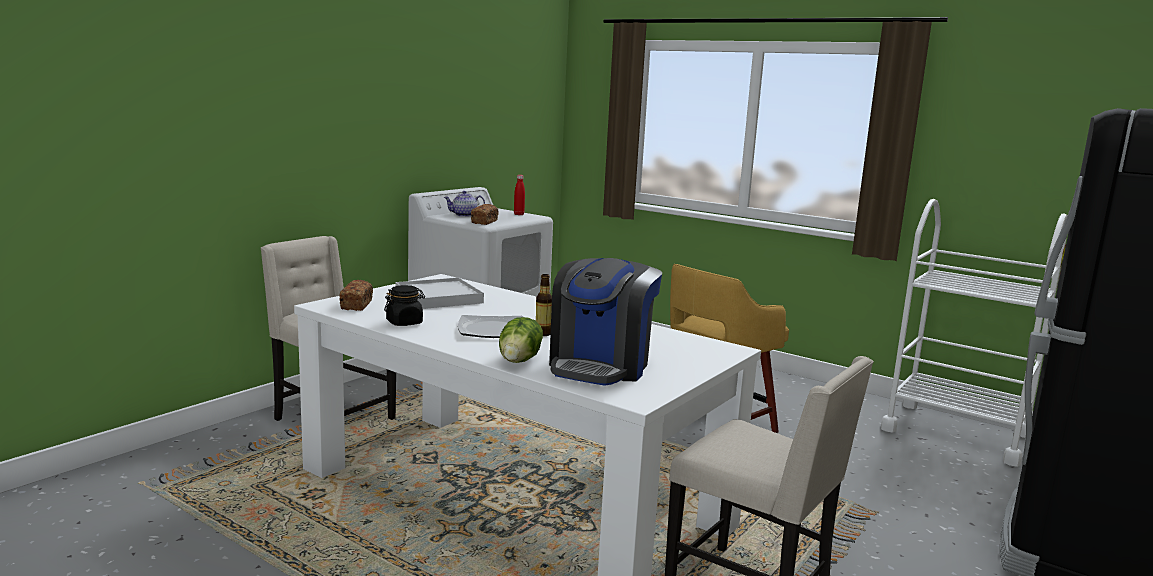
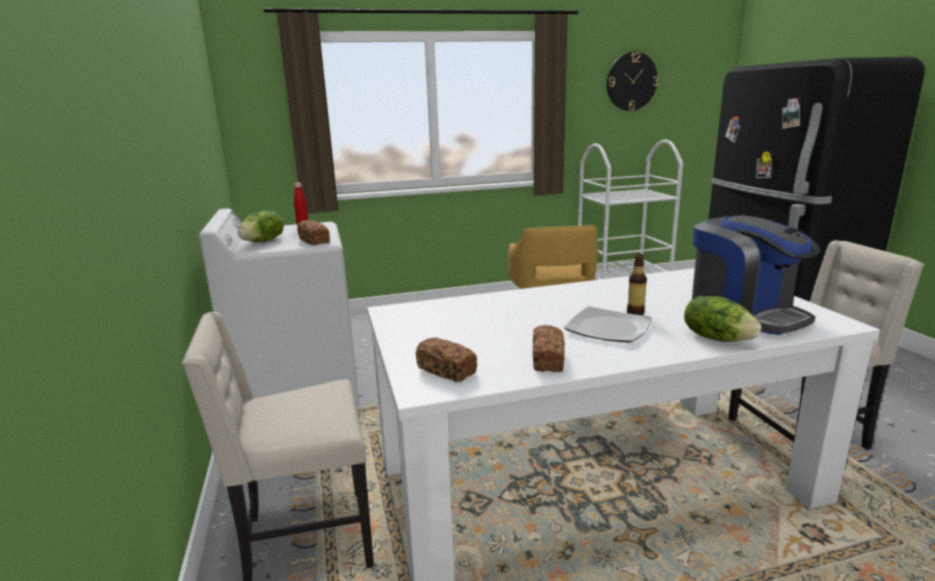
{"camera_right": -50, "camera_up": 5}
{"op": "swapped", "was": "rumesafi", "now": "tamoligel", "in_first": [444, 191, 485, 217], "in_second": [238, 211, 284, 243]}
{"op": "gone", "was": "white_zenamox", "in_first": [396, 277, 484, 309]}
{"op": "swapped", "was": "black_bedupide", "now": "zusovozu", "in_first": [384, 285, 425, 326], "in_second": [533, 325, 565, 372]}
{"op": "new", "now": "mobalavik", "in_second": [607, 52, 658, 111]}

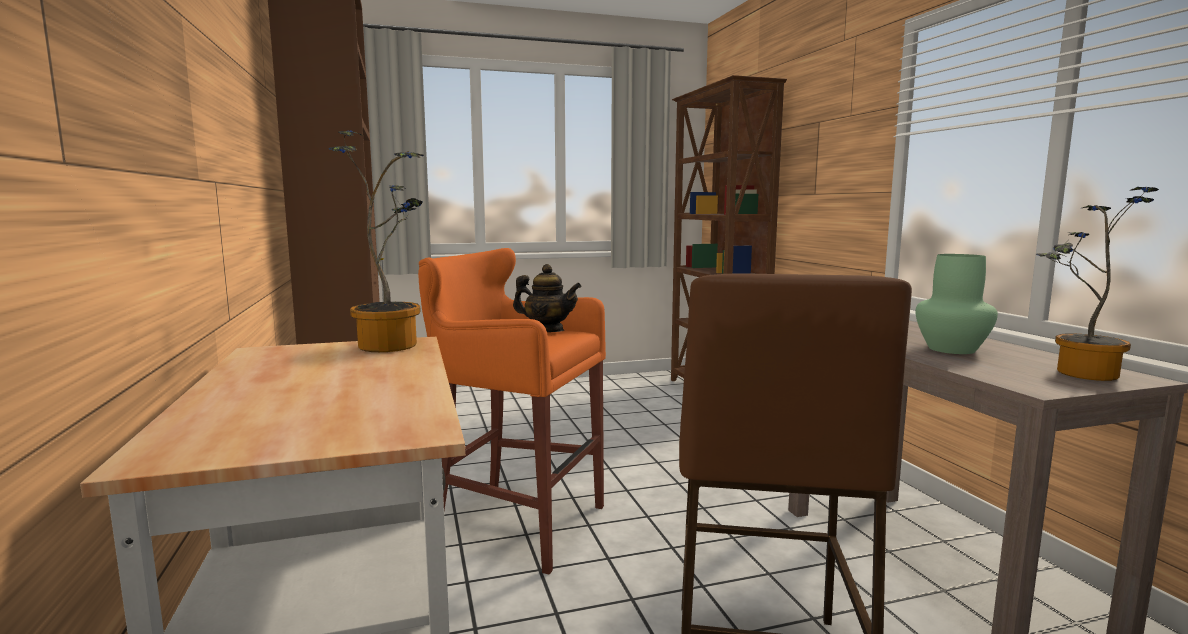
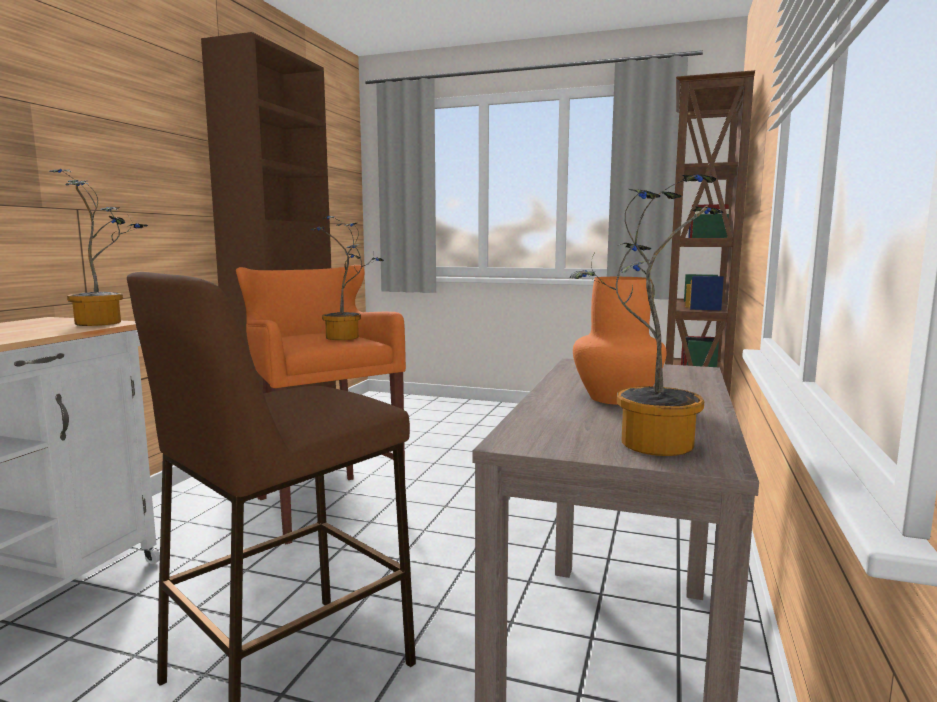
{"camera_right": 35, "camera_up": 0}
{"op": "repainted", "was": "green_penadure", "now": "orange_penadure", "in_first": [915, 254, 998, 354], "in_second": [573, 277, 667, 405]}
{"op": "swapped", "was": "rumesafi", "now": "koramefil", "in_first": [513, 264, 582, 332], "in_second": [311, 216, 384, 340]}

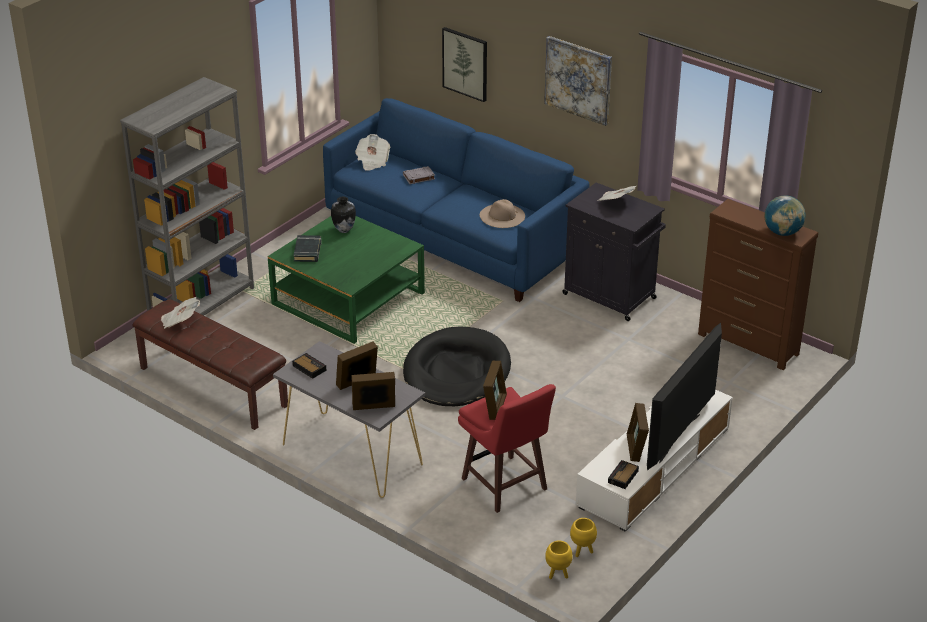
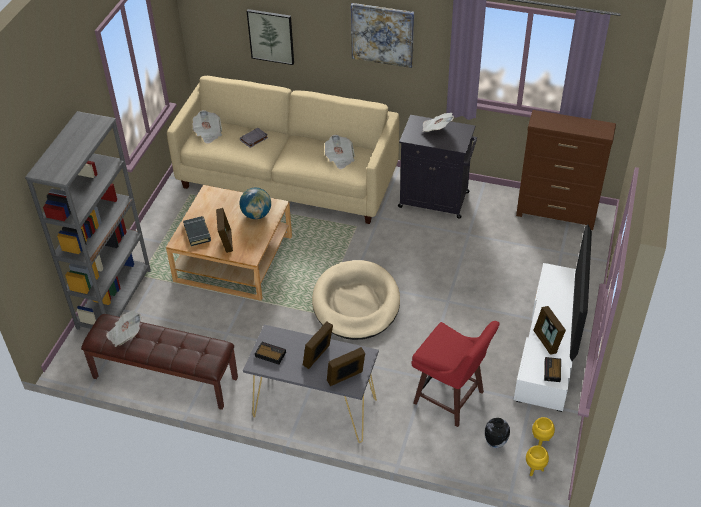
{"camera_right": -20, "camera_up": 10}
{"op": "repainted", "was": "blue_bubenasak", "now": "beige_bubenasak", "in_first": [323, 98, 589, 302], "in_second": [167, 76, 399, 224]}
{"op": "shifted", "was": "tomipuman", "in_first": [765, 195, 805, 236], "in_second": [239, 188, 271, 219]}
{"op": "shifted", "was": "penadure", "in_first": [331, 197, 356, 233], "in_second": [485, 418, 510, 448]}
{"op": "swapped", "was": "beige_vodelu", "now": "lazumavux", "in_first": [480, 199, 525, 228], "in_second": [325, 135, 355, 169]}
{"op": "repainted", "was": "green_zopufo", "now": "beige_zopufo", "in_first": [268, 216, 425, 344], "in_second": [166, 185, 292, 301]}
{"op": "repainted", "was": "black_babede", "now": "beige_babede", "in_first": [403, 326, 511, 406], "in_second": [312, 260, 400, 340]}
{"op": "shifted", "was": "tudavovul", "in_first": [483, 361, 507, 420], "in_second": [216, 208, 233, 253]}

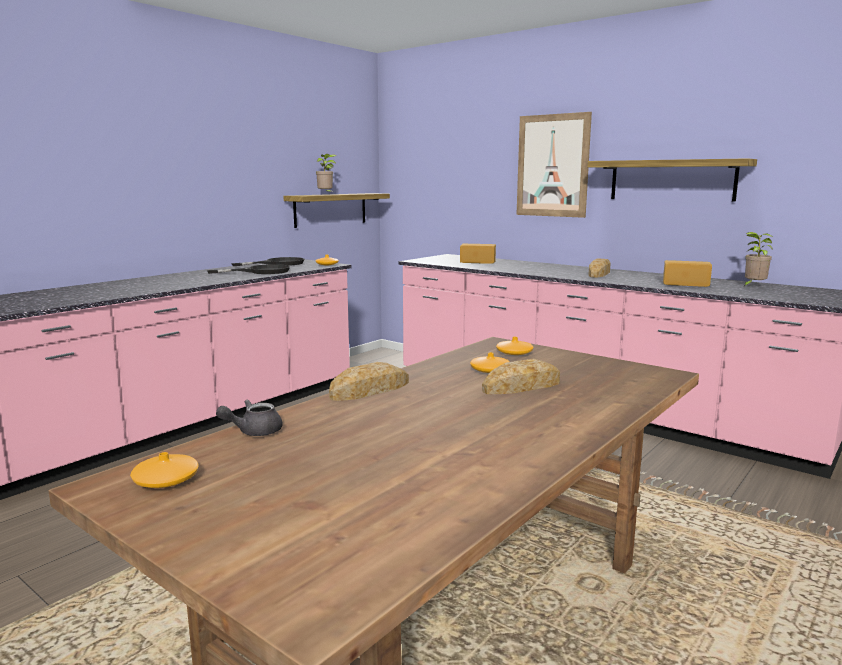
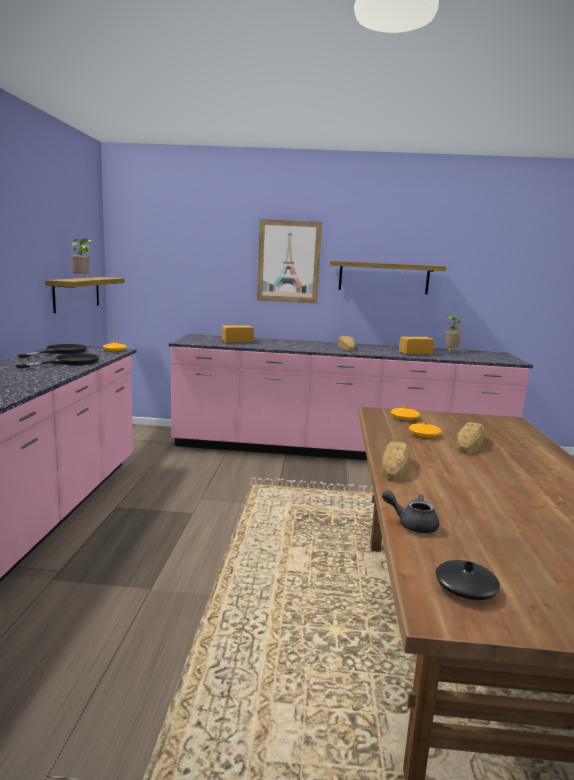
{"camera_right": -35, "camera_up": 0}
{"op": "rotated", "was": "grey_rumesafi", "in_first": [216, 400, 283, 436], "in_second": [382, 490, 439, 533], "clockwise": 90}
{"op": "repainted", "was": "orange_penadure", "now": "black_penadure", "in_first": [130, 452, 199, 488], "in_second": [436, 560, 500, 600]}

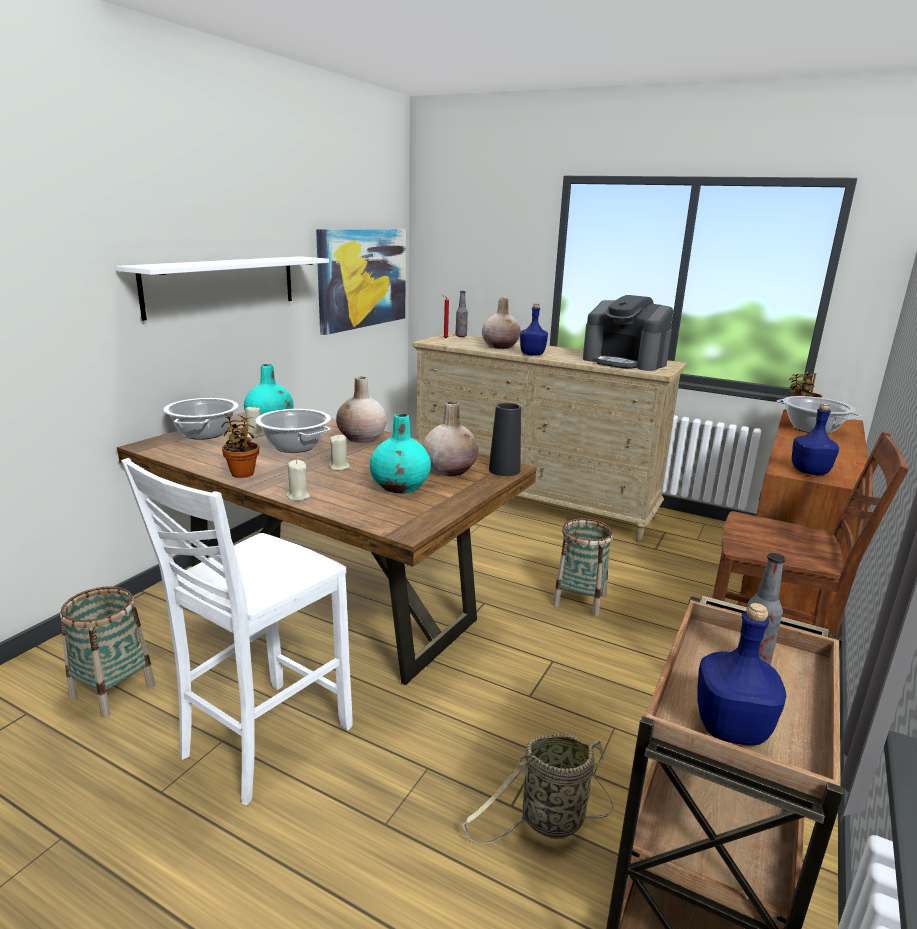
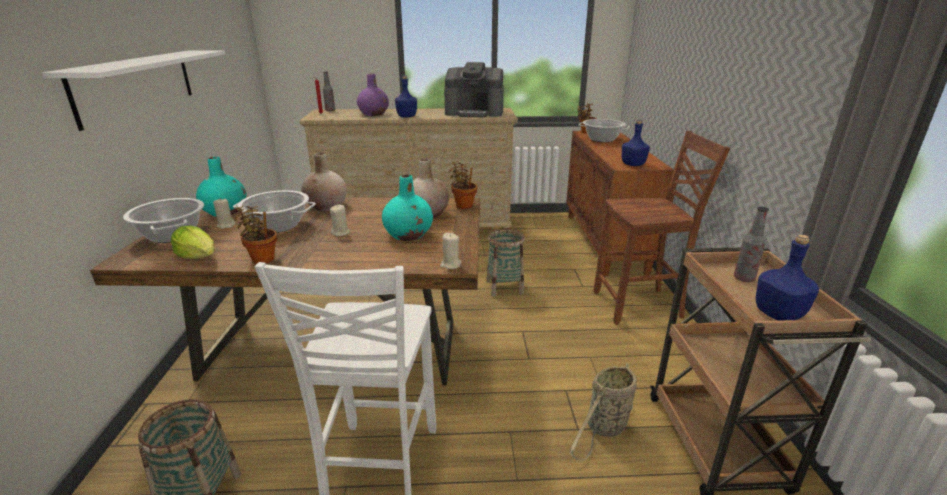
{"camera_right": -30, "camera_up": 5}
{"op": "gone", "was": "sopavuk", "in_first": [316, 229, 406, 335]}
{"op": "repainted", "was": "beige_penadure", "now": "purple_penadure", "in_first": [482, 298, 521, 349], "in_second": [357, 74, 389, 116]}
{"op": "swapped", "was": "black_penadure", "now": "koramefil", "in_first": [489, 403, 521, 476], "in_second": [449, 161, 477, 209]}
{"op": "shifted", "was": "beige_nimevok", "in_first": [286, 460, 310, 501], "in_second": [440, 233, 462, 269]}
{"op": "new", "now": "tamoligel", "in_second": [171, 225, 214, 259]}

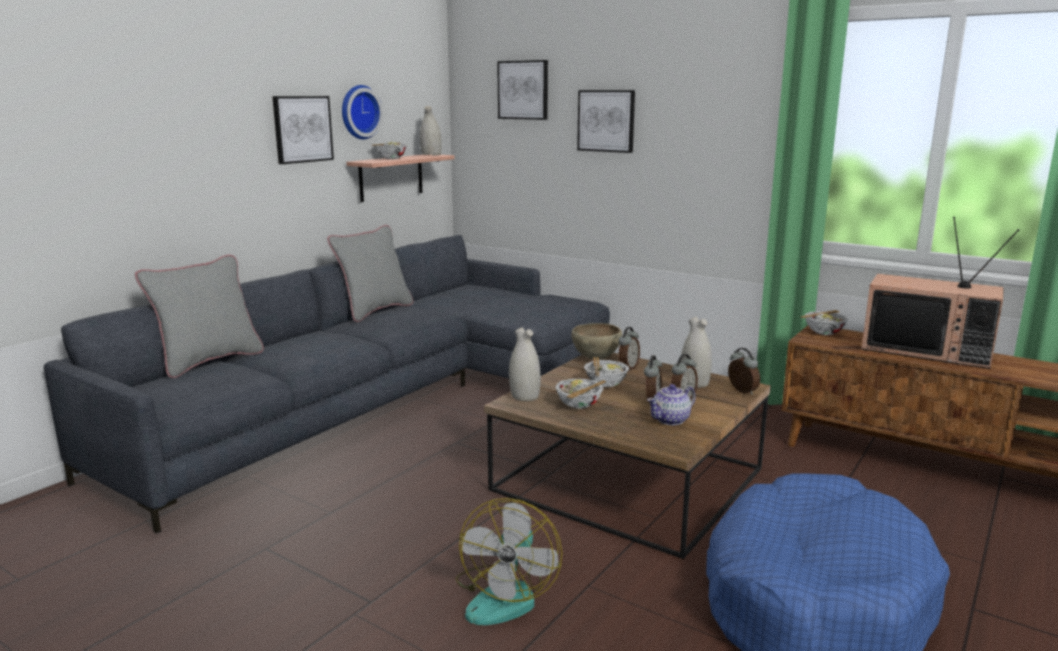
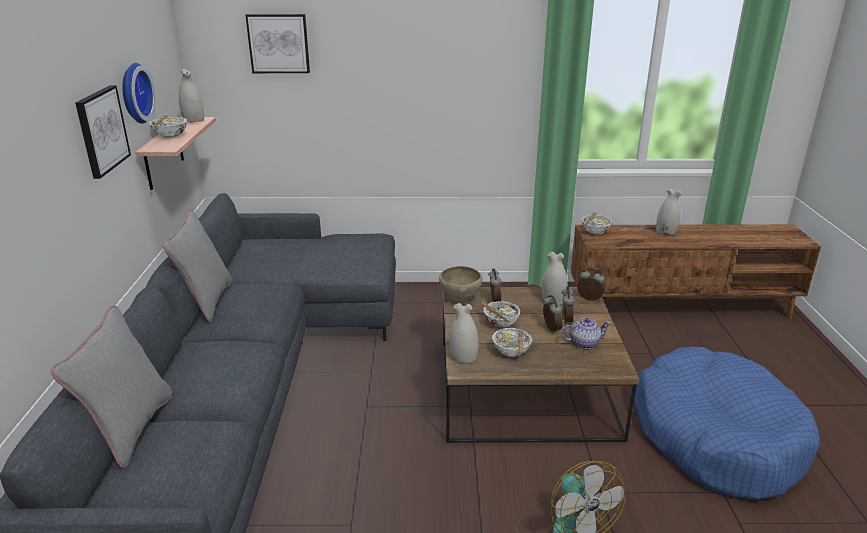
{"camera_right": -35, "camera_up": 10}
{"op": "gone", "was": "sopavuk", "in_first": [577, 90, 635, 153]}
{"op": "swapped", "was": "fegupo", "now": "white_penadure", "in_first": [861, 217, 1019, 369], "in_second": [656, 188, 682, 235]}
{"op": "rotated", "was": "rumesafi", "in_first": [647, 384, 696, 425], "in_second": [561, 318, 611, 349], "clockwise": -120}

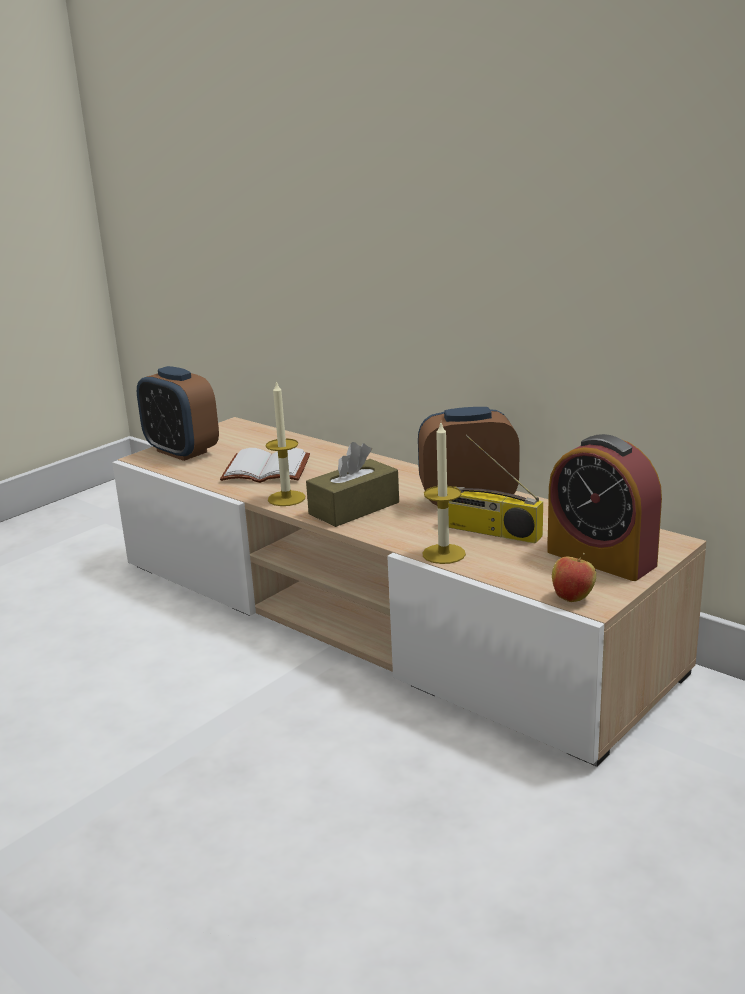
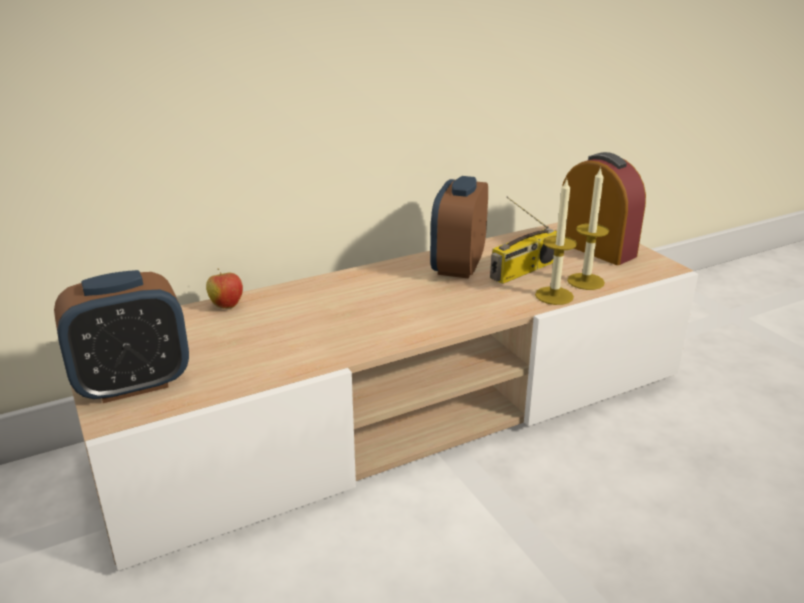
{"camera_right": -70, "camera_up": 5}
{"op": "shifted", "was": "nimevok", "in_first": [266, 380, 305, 506], "in_second": [567, 167, 609, 290]}
{"op": "rotated", "was": "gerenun", "in_first": [547, 434, 662, 581], "in_second": [562, 152, 646, 265], "clockwise": -105}
{"op": "gone", "was": "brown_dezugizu", "in_first": [306, 442, 399, 527]}
{"op": "gone", "was": "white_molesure", "in_first": [220, 448, 310, 483]}
{"op": "shifted", "was": "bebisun", "in_first": [552, 553, 596, 602], "in_second": [206, 269, 243, 309]}

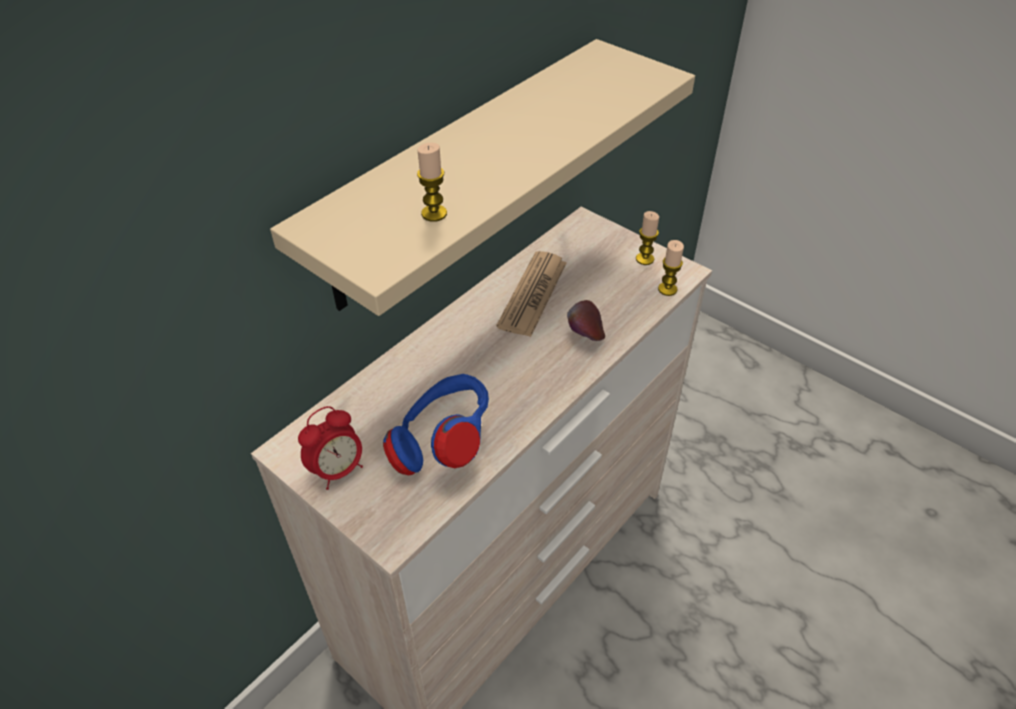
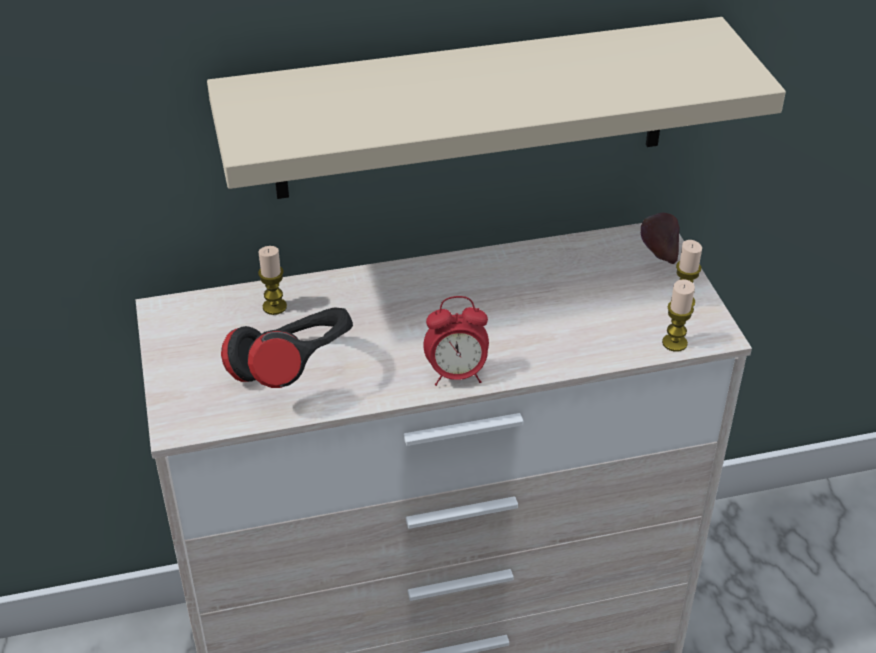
{"camera_right": 35, "camera_up": -5}
{"op": "shifted", "was": "nimevok", "in_first": [417, 143, 447, 222], "in_second": [258, 246, 287, 315]}
{"op": "gone", "was": "lazumavux", "in_first": [496, 251, 567, 337]}
{"op": "shifted", "was": "bebisun", "in_first": [567, 300, 605, 341], "in_second": [641, 213, 679, 264]}
{"op": "repainted", "was": "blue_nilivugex", "now": "black_nilivugex", "in_first": [383, 374, 489, 475], "in_second": [221, 307, 353, 388]}
{"op": "shifted", "was": "gerenun", "in_first": [298, 406, 363, 490], "in_second": [423, 296, 489, 386]}

